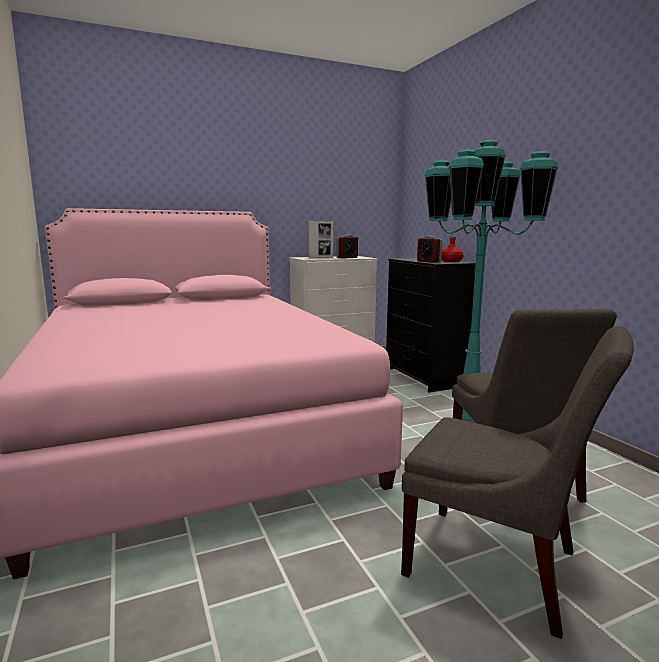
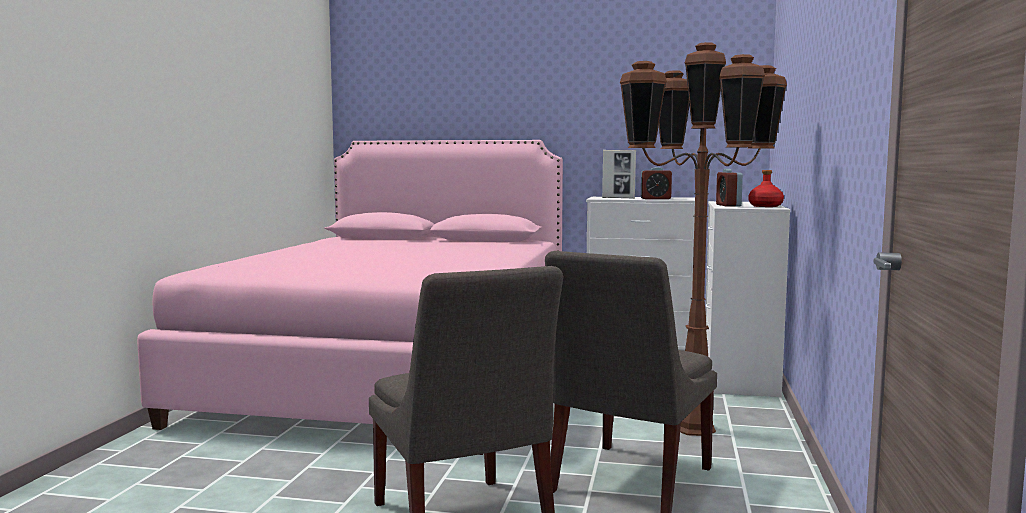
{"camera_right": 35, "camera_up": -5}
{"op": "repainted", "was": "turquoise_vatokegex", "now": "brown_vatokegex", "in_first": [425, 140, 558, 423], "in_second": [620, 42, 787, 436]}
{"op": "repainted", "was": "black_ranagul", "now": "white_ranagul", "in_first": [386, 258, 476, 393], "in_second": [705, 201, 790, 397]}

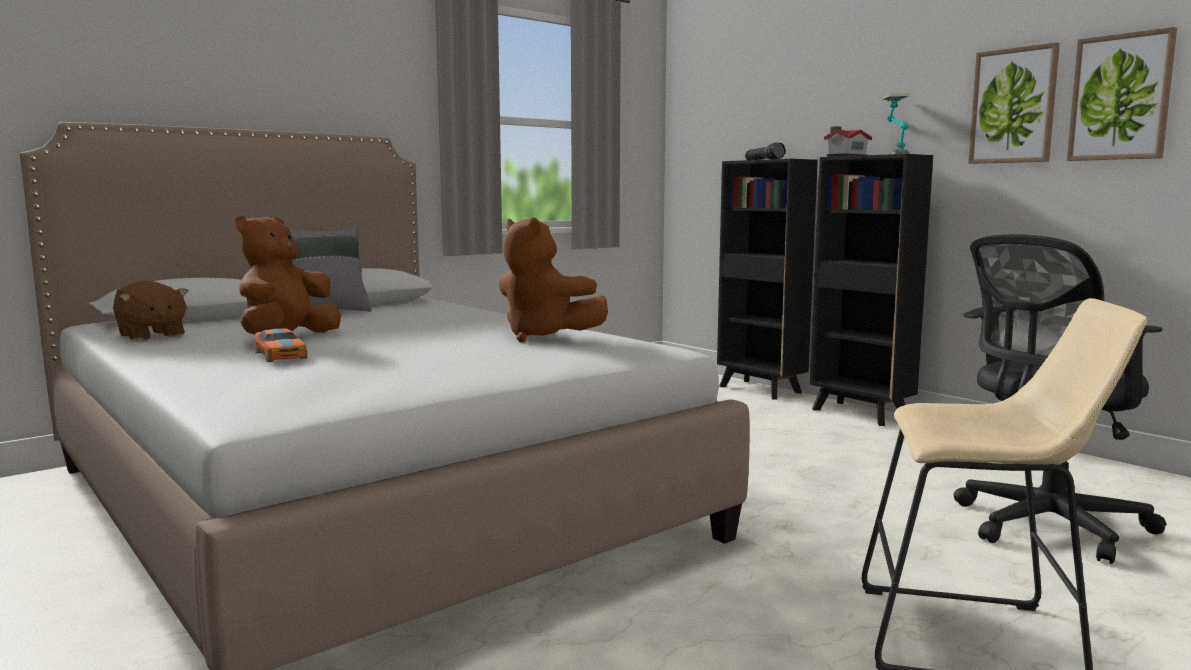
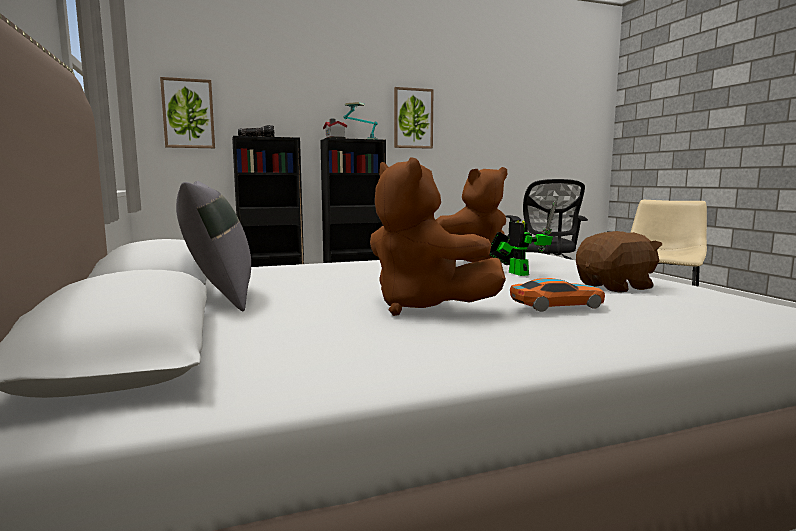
{"camera_right": -70, "camera_up": 0}
{"op": "shifted", "was": "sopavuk", "in_first": [1067, 27, 1177, 161], "in_second": [160, 77, 215, 148]}
{"op": "shifted", "was": "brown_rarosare", "in_first": [113, 281, 189, 341], "in_second": [576, 231, 662, 293]}
{"op": "new", "now": "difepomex", "in_second": [489, 200, 557, 276]}

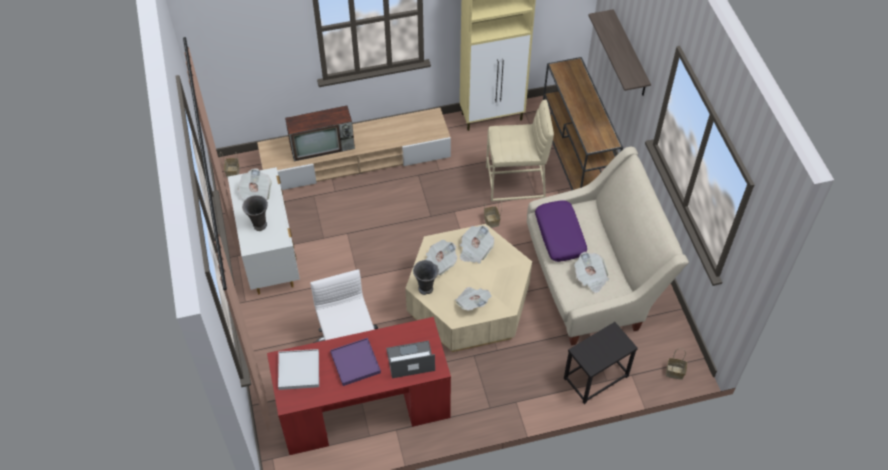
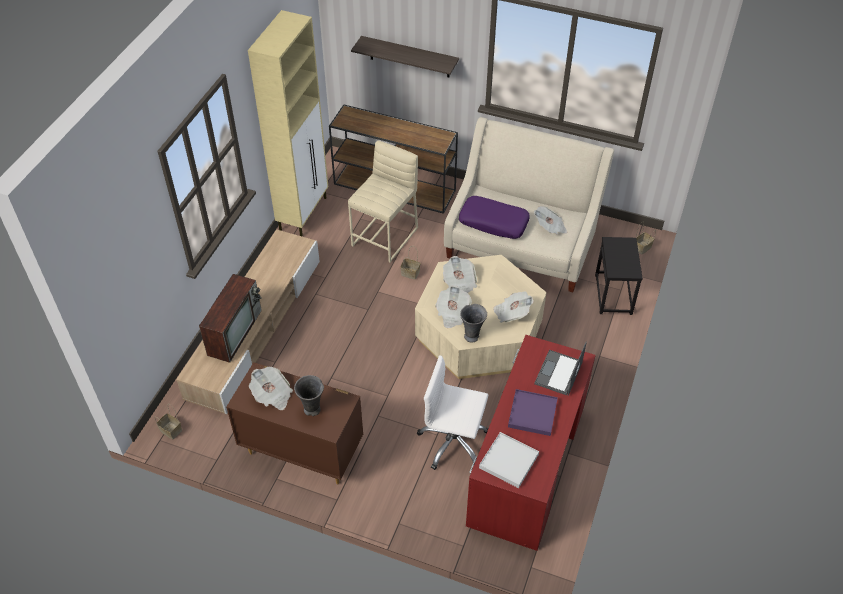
{"camera_right": -55, "camera_up": -5}
{"op": "repainted", "was": "white_ranagul", "now": "brown_ranagul", "in_first": [228, 167, 300, 294], "in_second": [226, 362, 363, 484]}

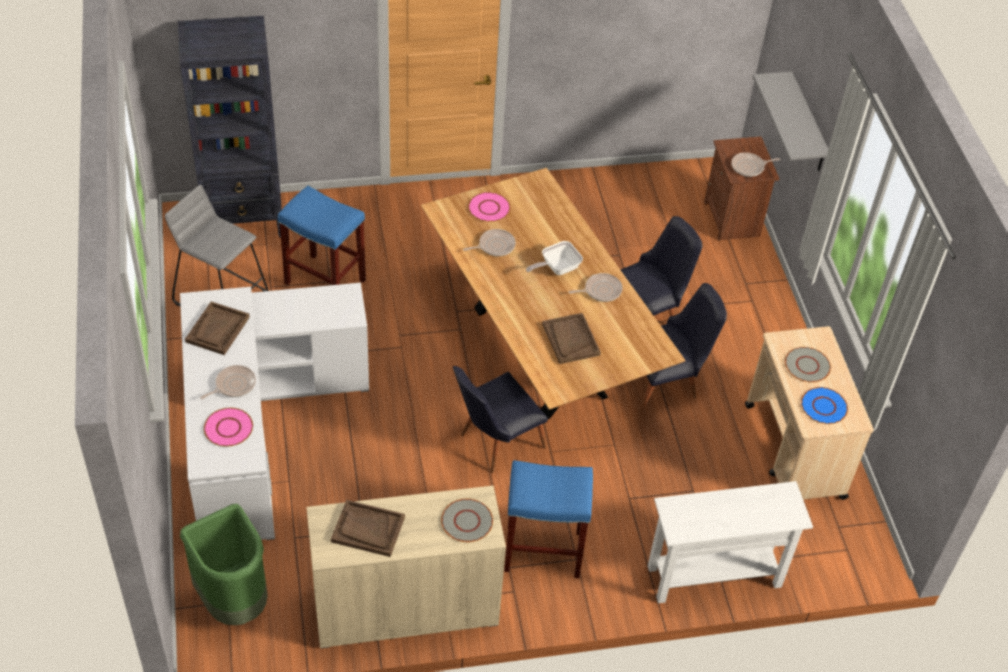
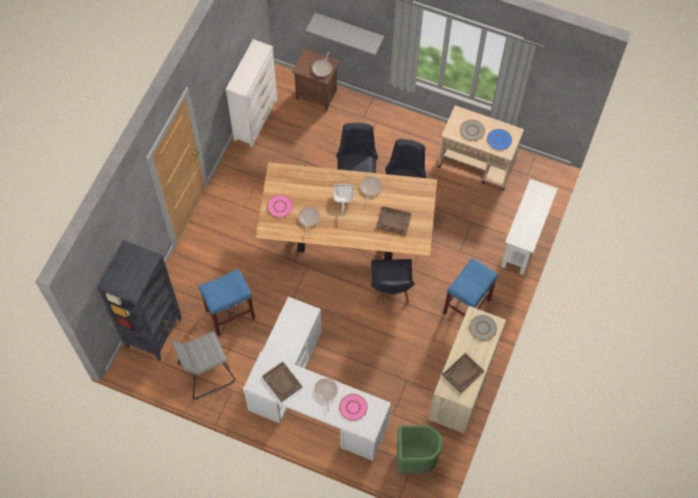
{"camera_right": -55, "camera_up": 15}
{"op": "new", "now": "white_ranagul", "in_second": [225, 39, 277, 147]}

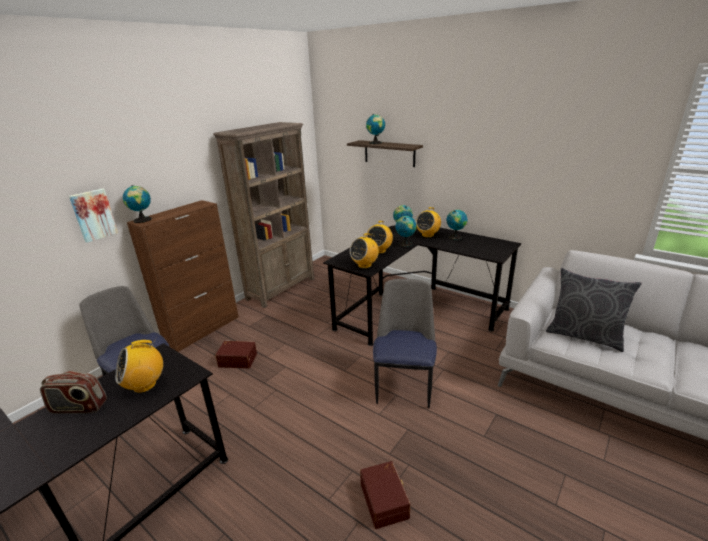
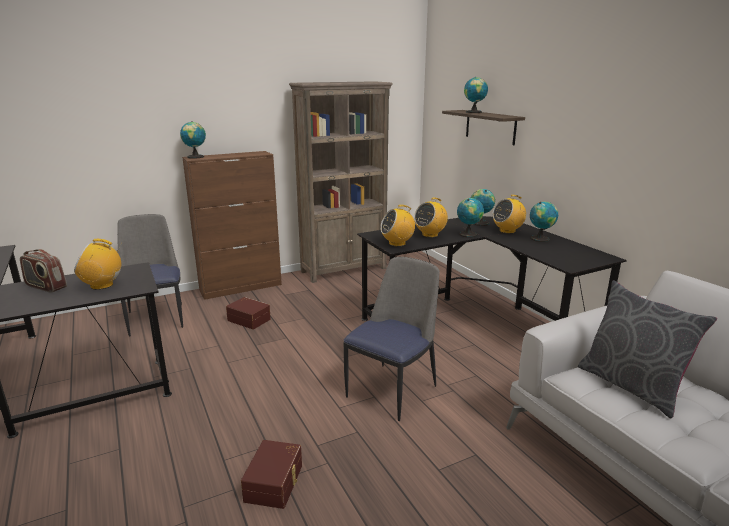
{"camera_right": 25, "camera_up": -5}
{"op": "gone", "was": "sopavuk", "in_first": [69, 188, 118, 243]}

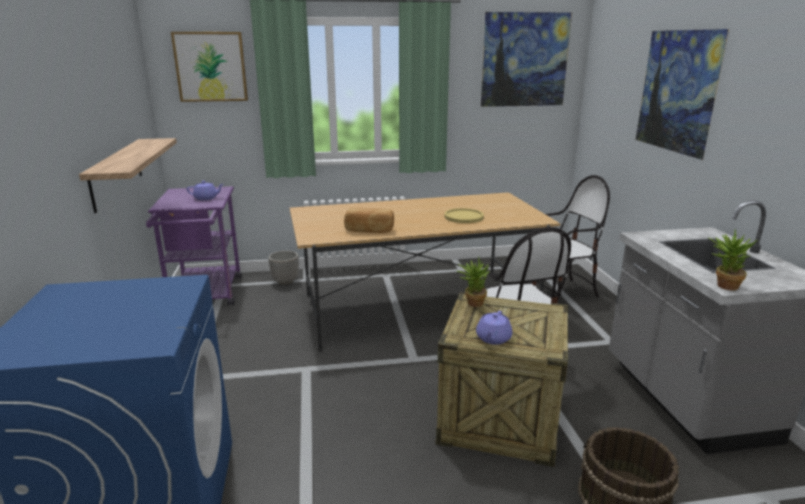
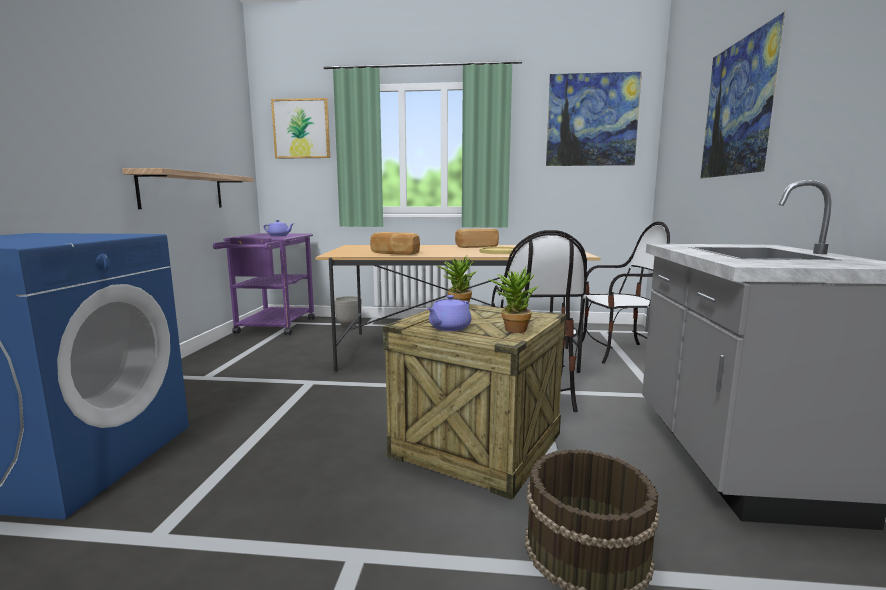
{"camera_right": 15, "camera_up": -10}
{"op": "shifted", "was": "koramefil", "in_first": [708, 229, 758, 291], "in_second": [488, 267, 538, 333]}
{"op": "new", "now": "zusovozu", "in_second": [455, 228, 499, 248]}

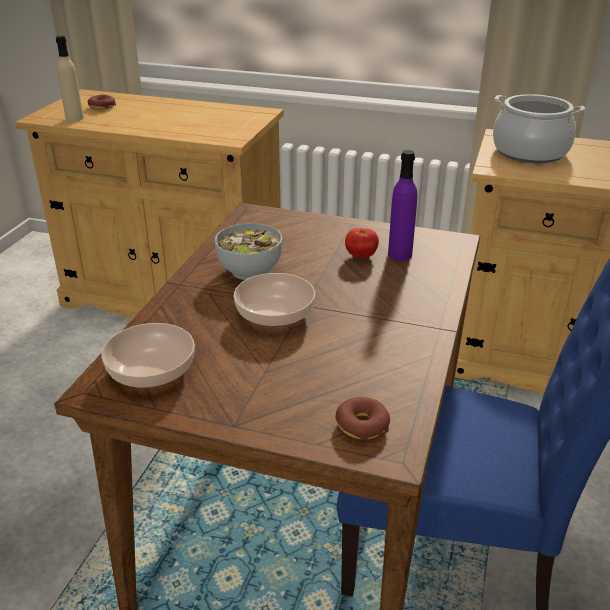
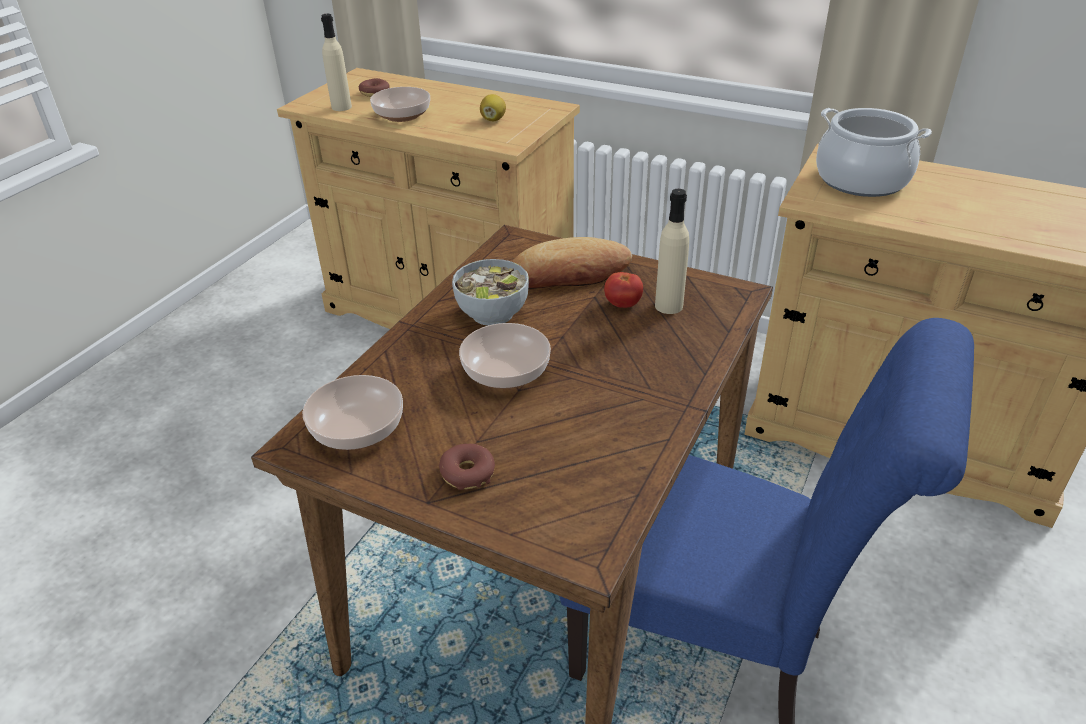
{"camera_right": 10, "camera_up": 5}
{"op": "repainted", "was": "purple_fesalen", "now": "beige_fesalen", "in_first": [388, 150, 417, 261], "in_second": [655, 189, 689, 314]}
{"op": "shifted", "was": "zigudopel", "in_first": [335, 397, 390, 440], "in_second": [439, 444, 495, 490]}
{"op": "new", "now": "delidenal", "in_second": [370, 87, 430, 122]}
{"op": "new", "now": "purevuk", "in_second": [480, 94, 506, 121]}
{"op": "new", "now": "zusovozu", "in_second": [512, 237, 632, 289]}

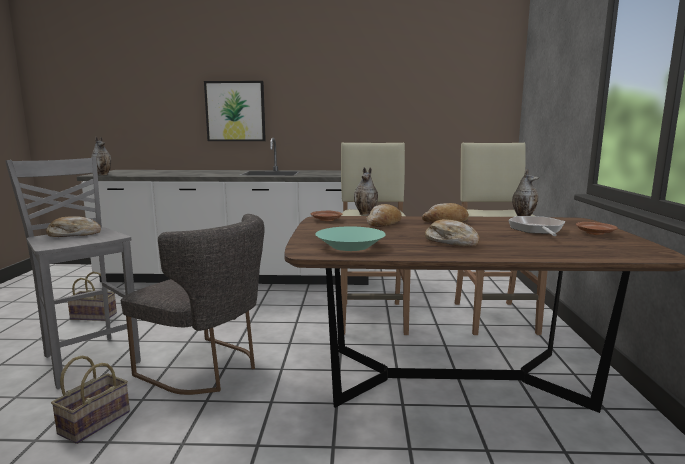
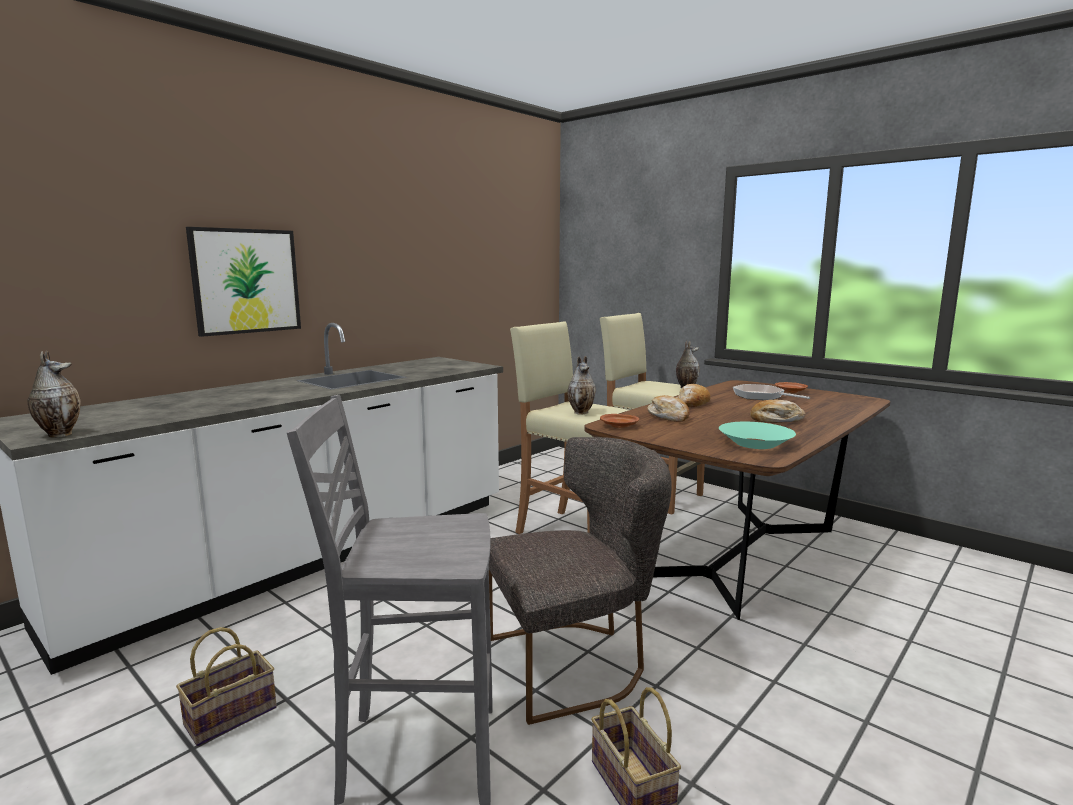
{"camera_right": -50, "camera_up": 0}
{"op": "gone", "was": "zusovozu", "in_first": [46, 216, 101, 237]}

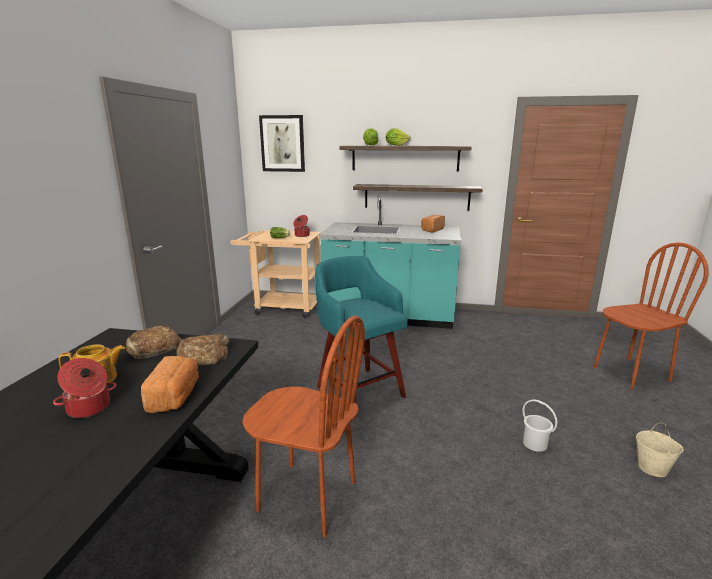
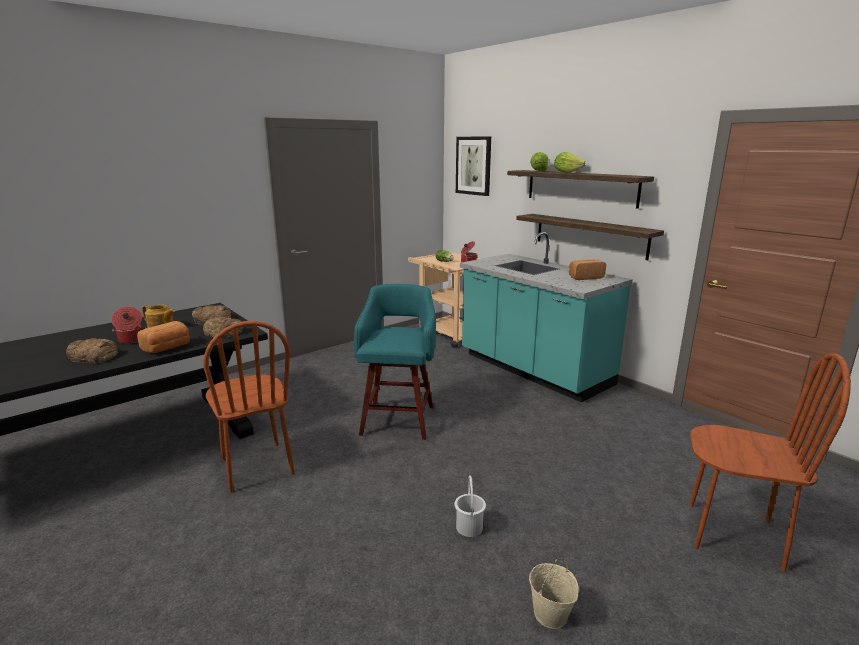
{"camera_right": 40, "camera_up": 0}
{"op": "new", "now": "zusovozu", "in_second": [66, 338, 118, 364]}

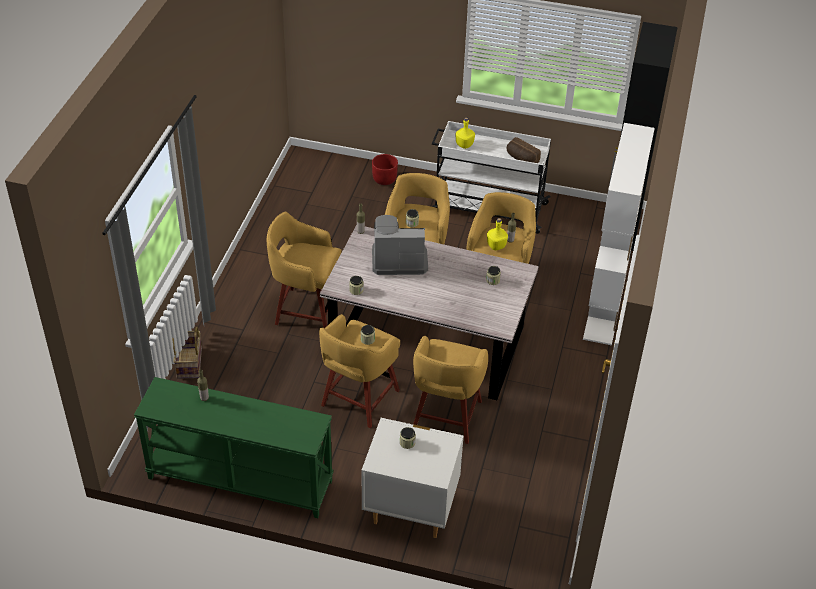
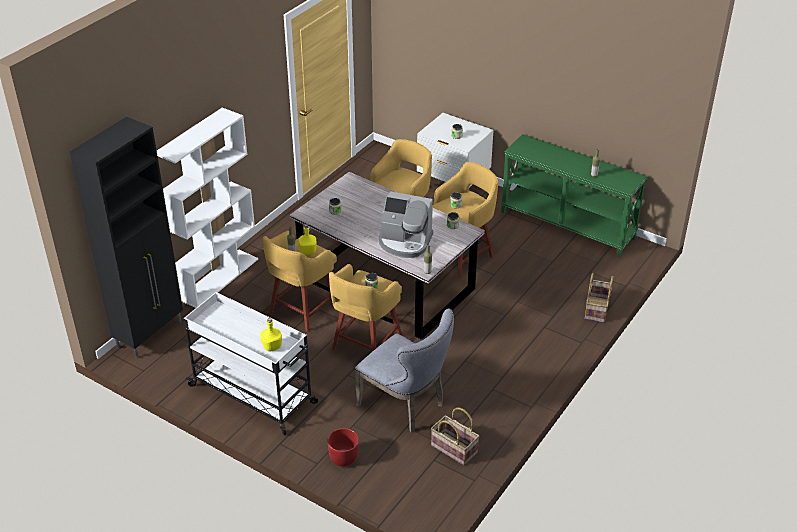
{"camera_right": -160, "camera_up": -5}
{"op": "gone", "was": "zusovozu", "in_first": [507, 137, 541, 163]}
{"op": "gone", "was": "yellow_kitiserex", "in_first": [267, 212, 342, 328]}
{"op": "new", "now": "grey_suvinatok", "in_second": [355, 308, 454, 433]}
{"op": "new", "now": "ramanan", "in_second": [431, 408, 480, 466]}

